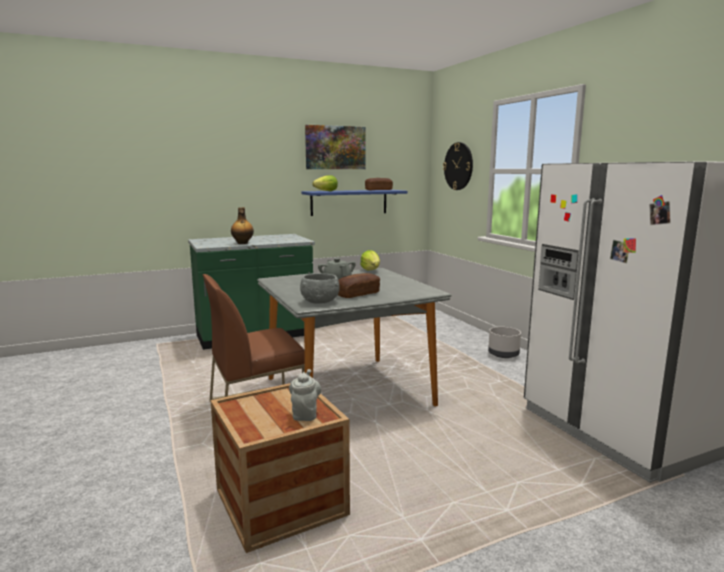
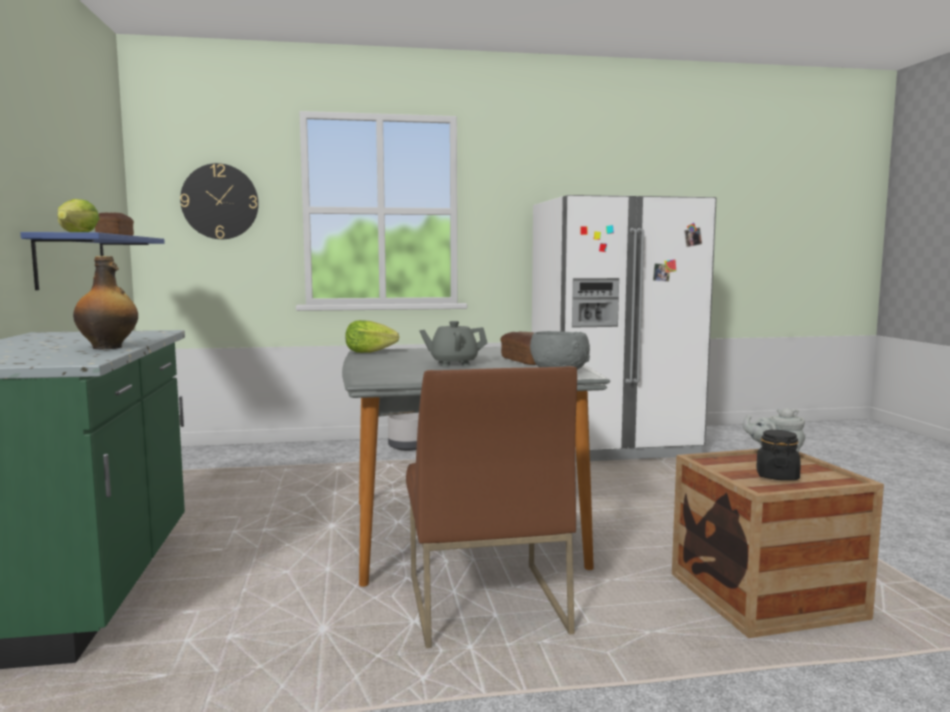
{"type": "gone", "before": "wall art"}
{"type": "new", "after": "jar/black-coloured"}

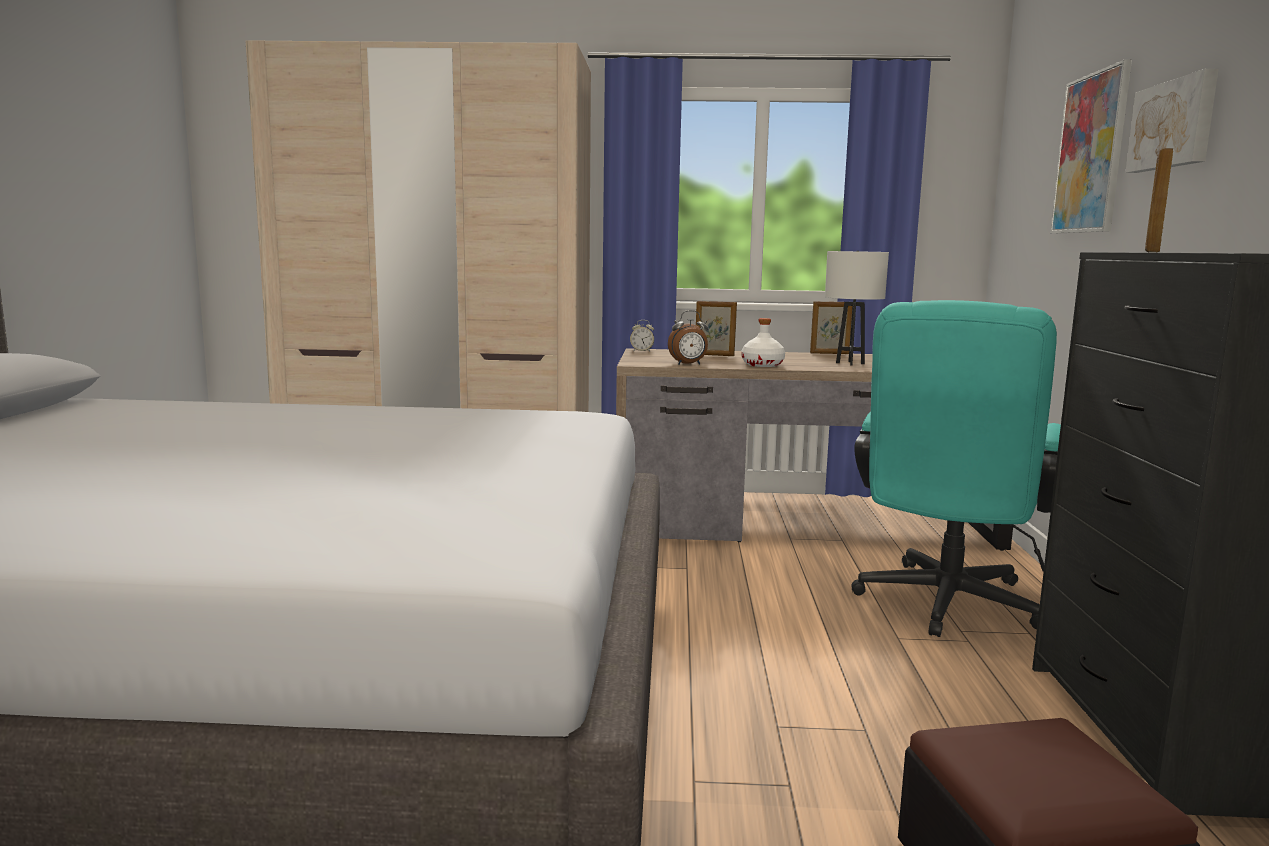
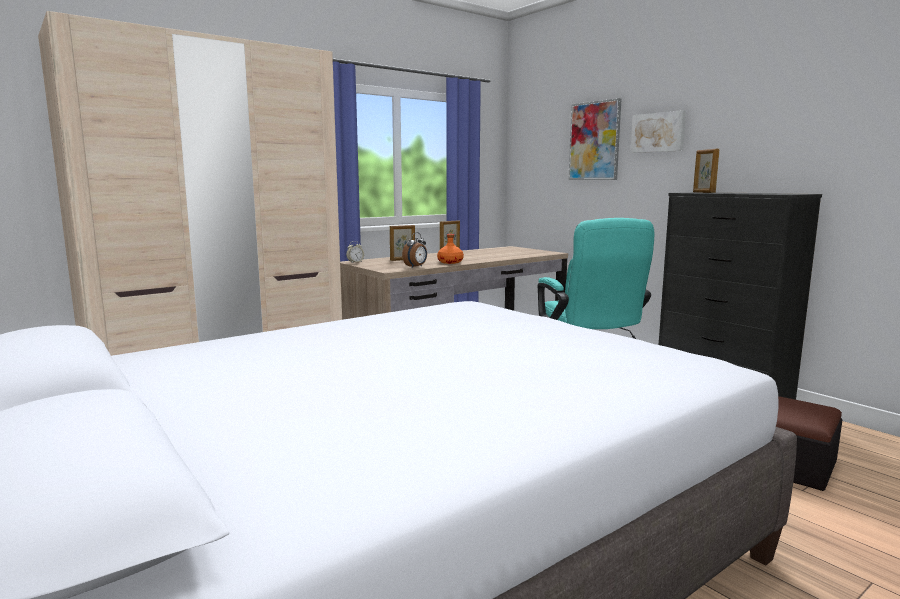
{"type": "gone", "before": "lamp for a table/white-coloured"}
{"type": "repainted", "before": "drink bottle/white-coloured", "after": "drink bottle/orange"}

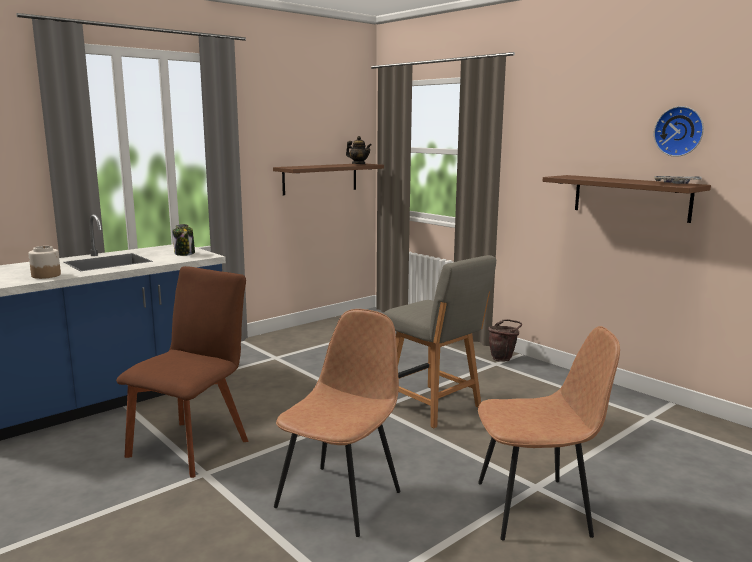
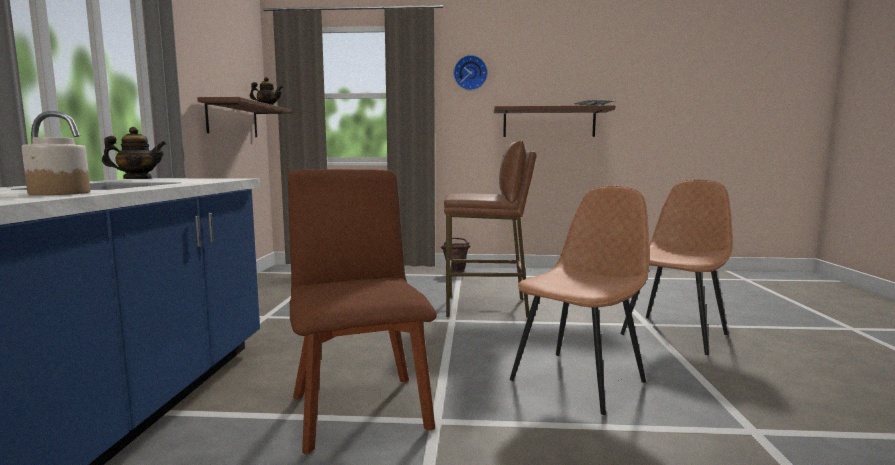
{"type": "shifted", "before": "hanging clock"}
{"type": "gone", "before": "jar (no. 2 from left)"}
{"type": "swapped", "before": "upright chair/grey", "after": "stool seat/brownish"}
{"type": "rotated", "before": "upright chair/brownish (no. 2 from left)", "turn": 60}
{"type": "new", "after": "teapot (no. 1 from left)"}

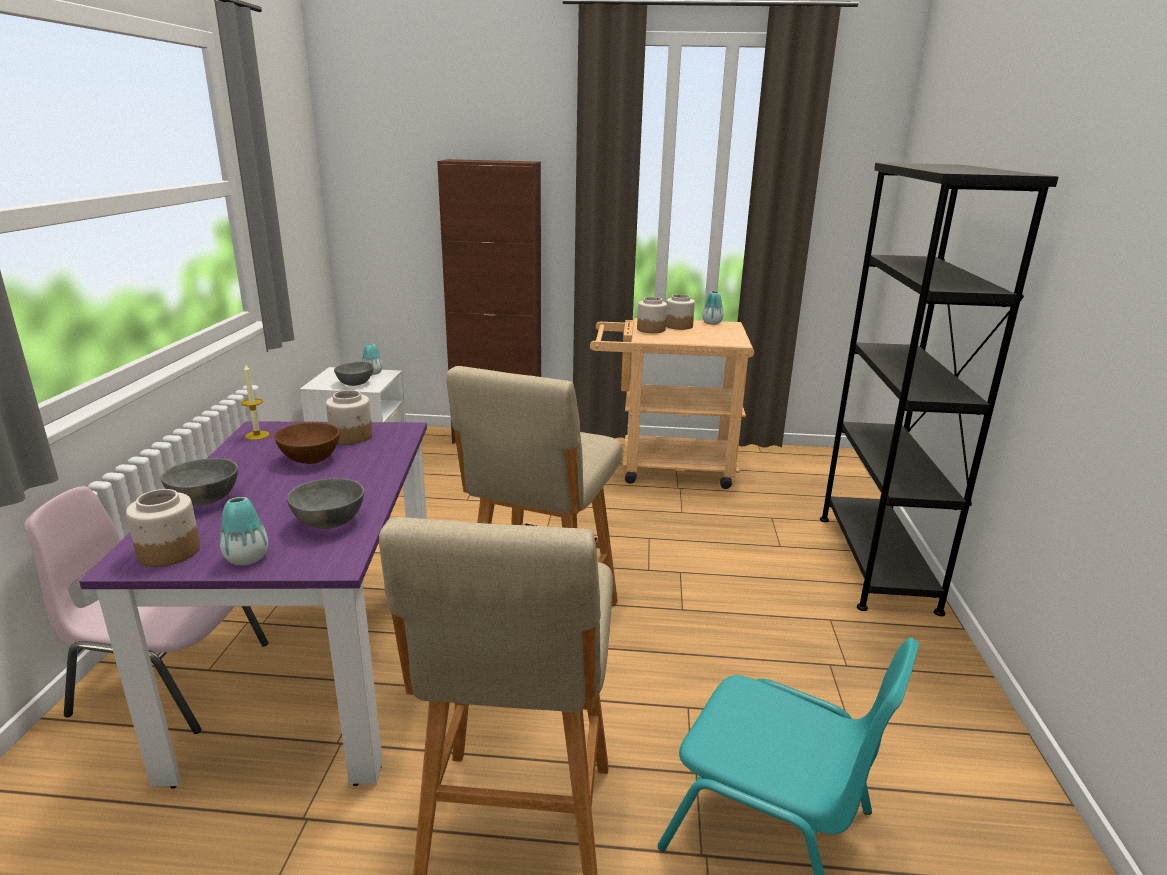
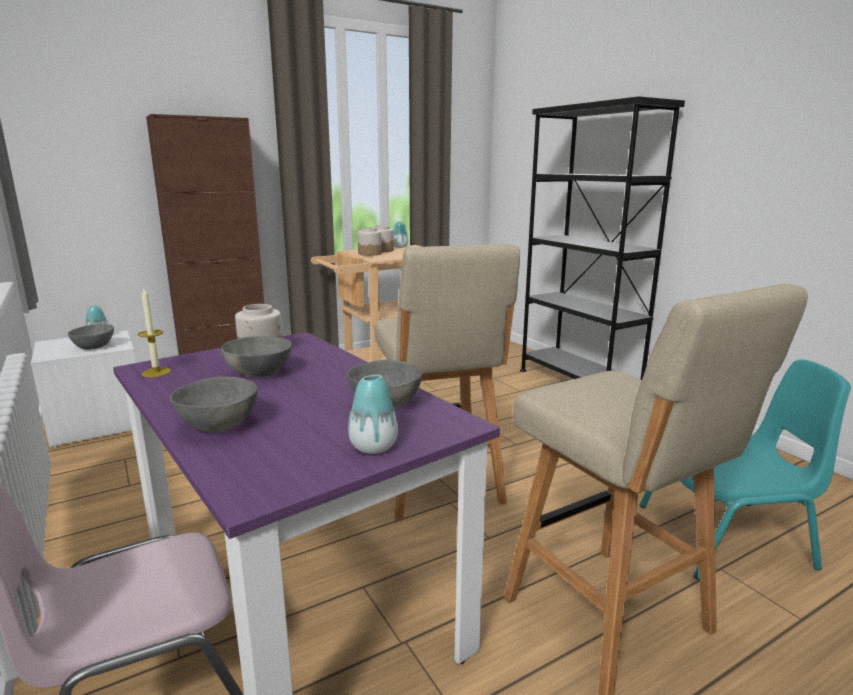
{"type": "repainted", "before": "serving bowl/brownish", "after": "serving bowl/grey (no. 3 from left)"}
{"type": "gone", "before": "jar (no. 1 from left)"}

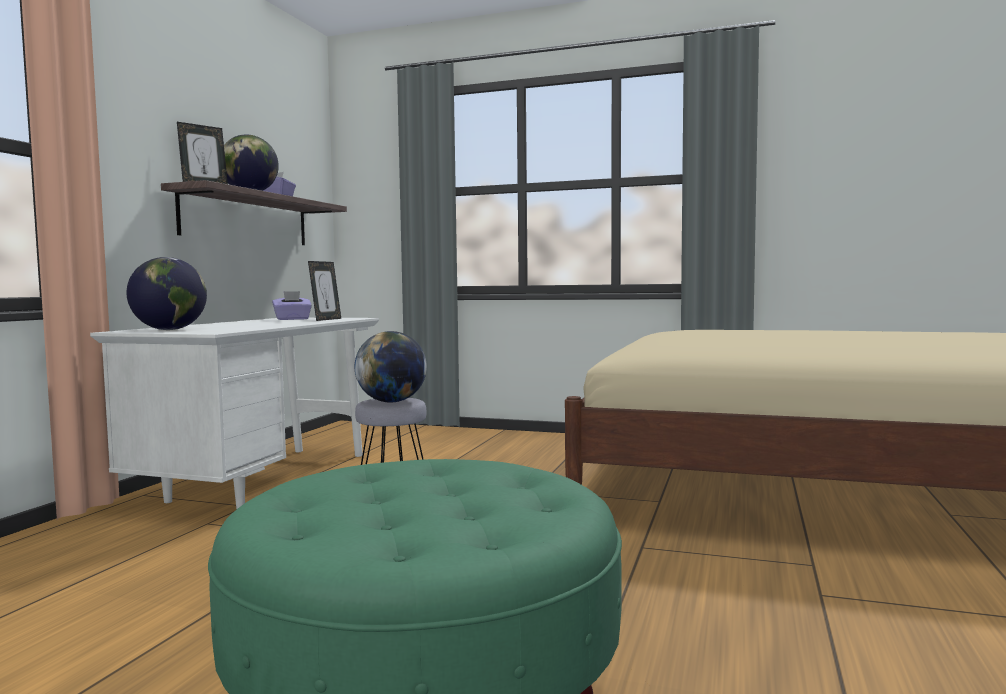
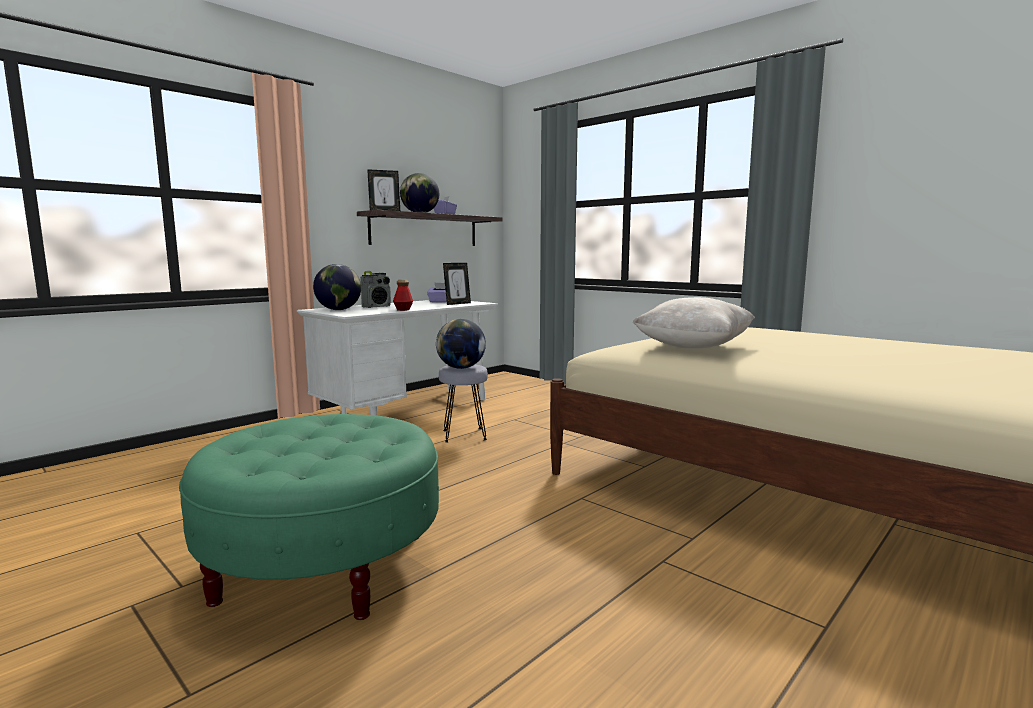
{"type": "new", "after": "radio set"}
{"type": "new", "after": "drink bottle"}
{"type": "new", "after": "cushion/beige"}

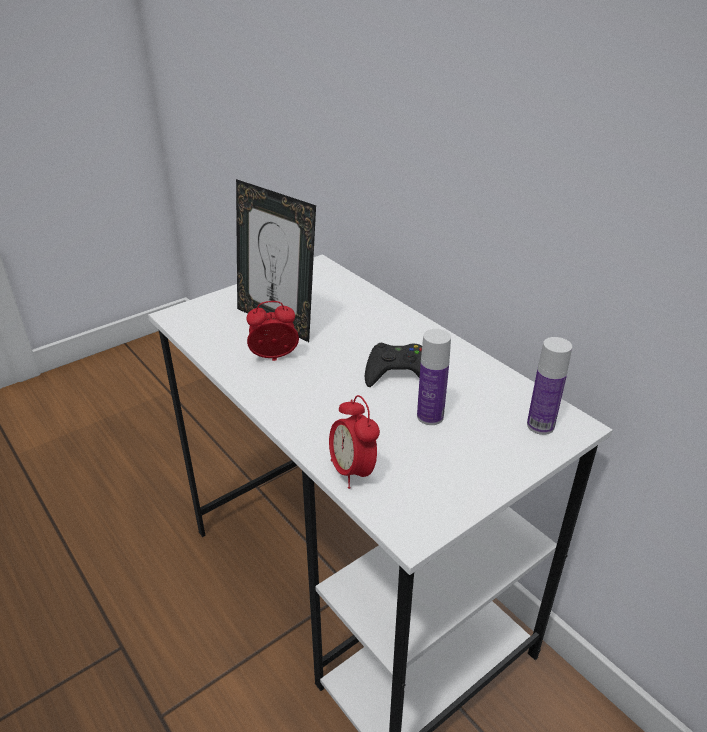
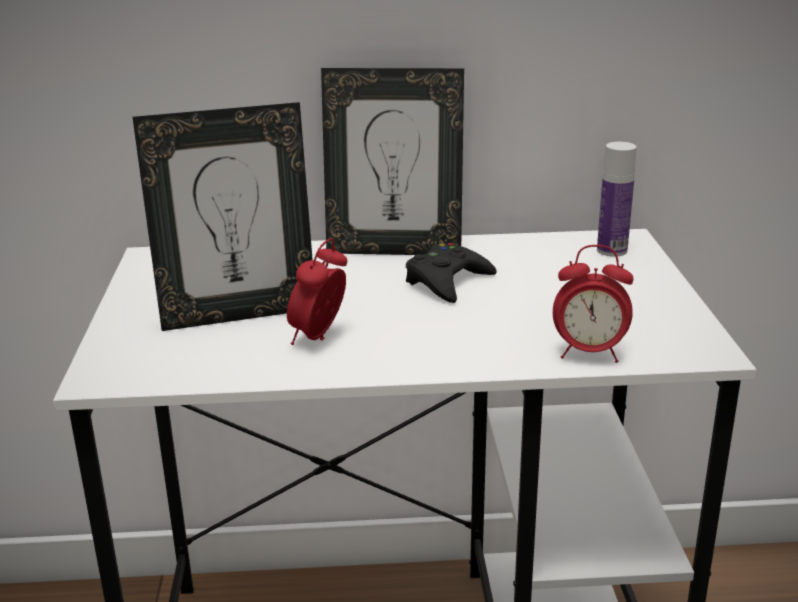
{"type": "gone", "before": "drink bottle (no. 1 from left)"}
{"type": "new", "after": "photo frame (no. 2 from left)"}

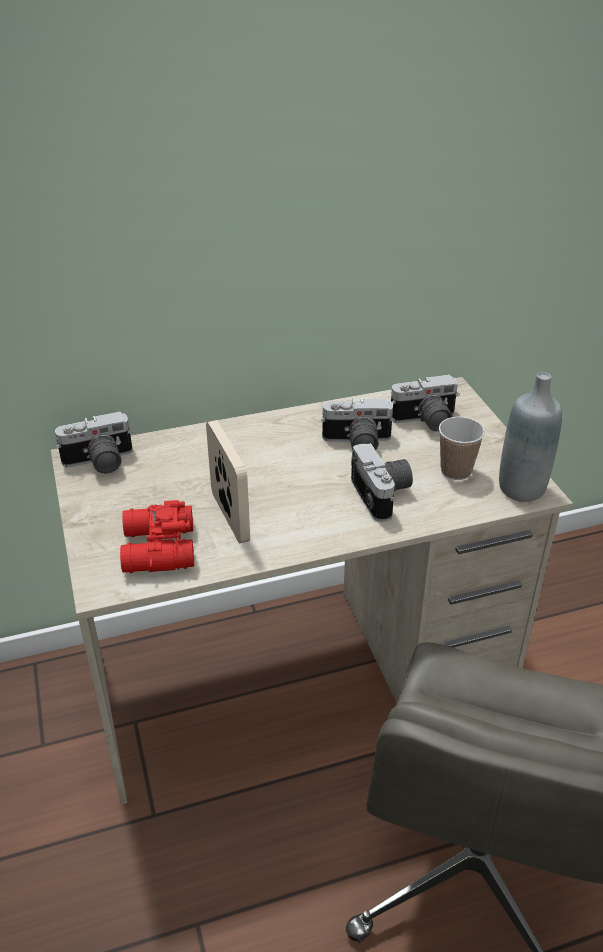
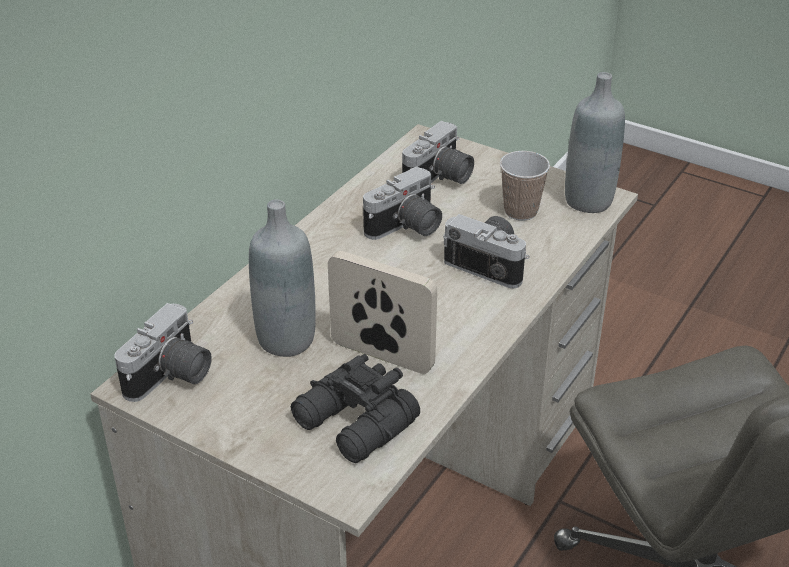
{"type": "repainted", "before": "pair of binoculars/red", "after": "pair of binoculars/black-coloured"}
{"type": "new", "after": "drink bottle/grey (no. 1 from left)"}

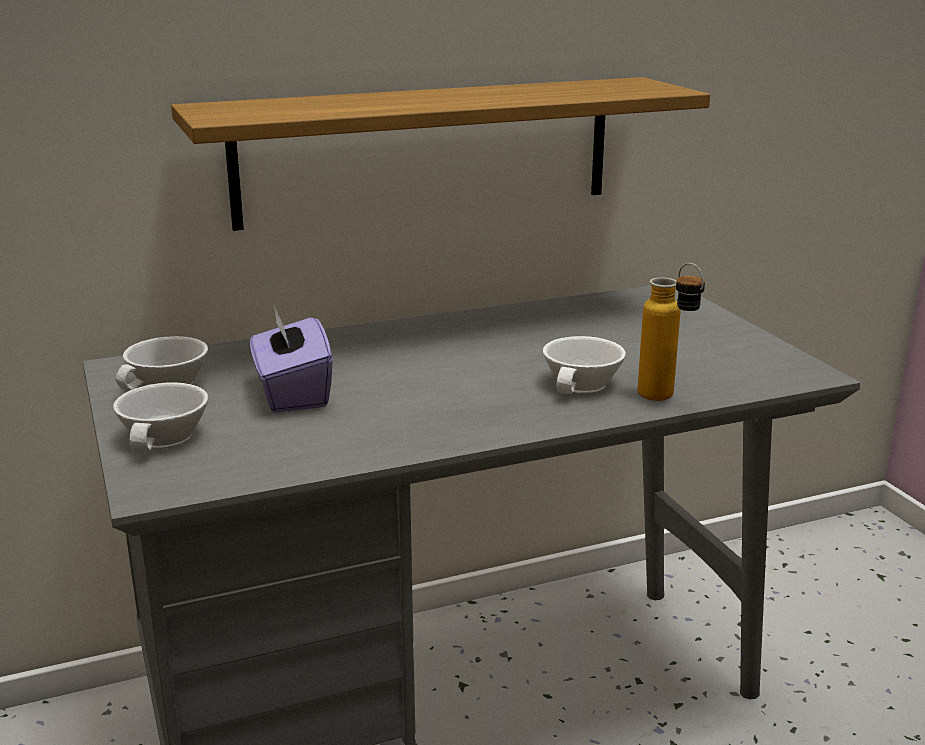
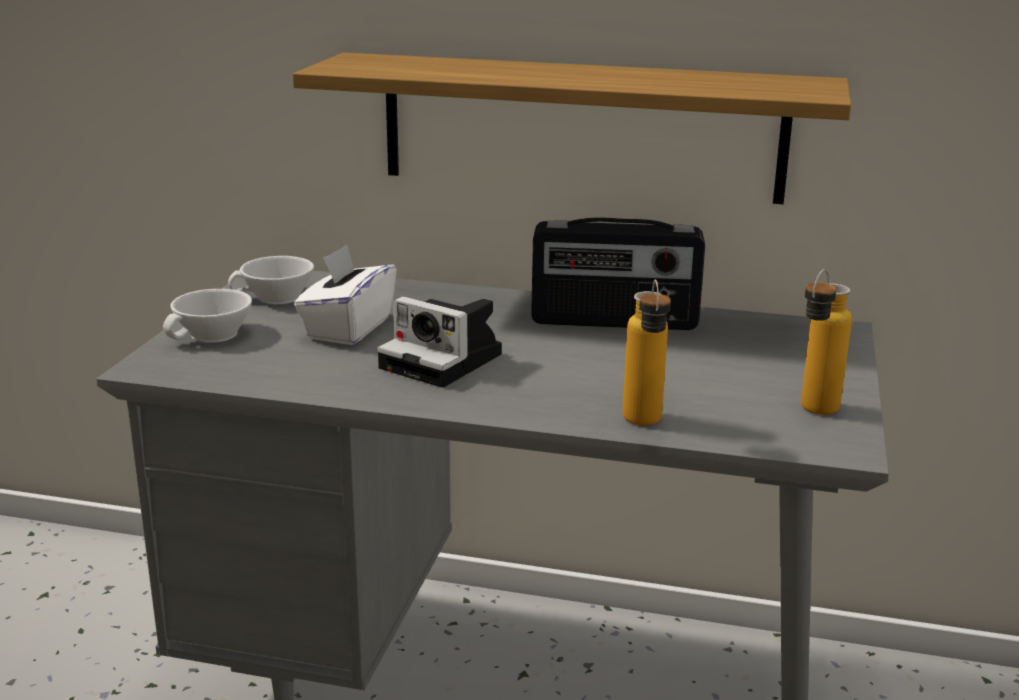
{"type": "repainted", "before": "box of tissues/purple-coloured", "after": "box of tissues/white-coloured"}
{"type": "gone", "before": "small cup/white-coloured (no. 3 from left)"}
{"type": "new", "after": "radio set"}
{"type": "new", "after": "drink bottle (no. 2 from left)"}
{"type": "new", "after": "still camera"}

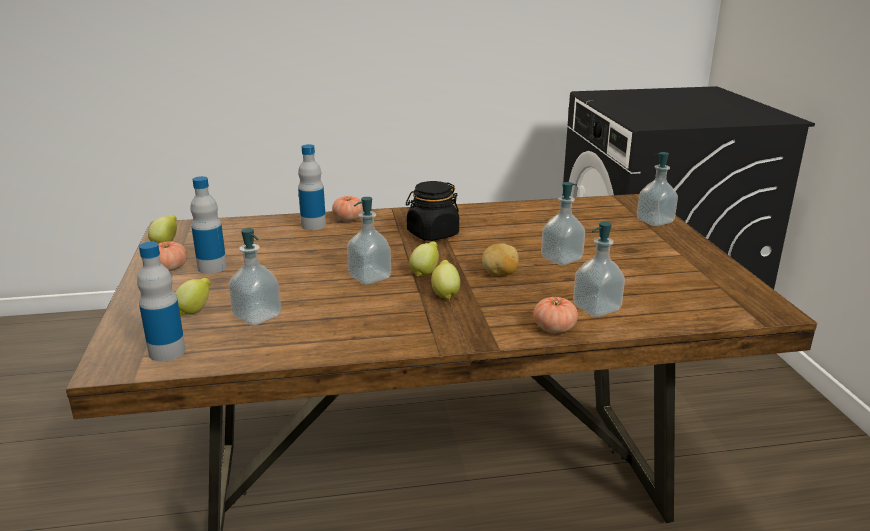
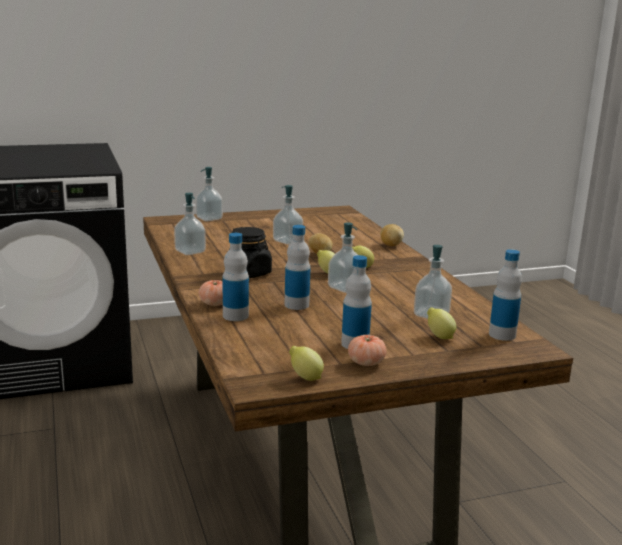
{"type": "shifted", "before": "soap dispenser (no. 4 from left in the first image)", "after": "soap dispenser (no. 1 from left)"}
{"type": "swapped", "before": "fresh tomato (no. 3 from left)", "after": "spud (no. 2 from left)"}
{"type": "new", "after": "drink bottle (no. 2 from left)"}

